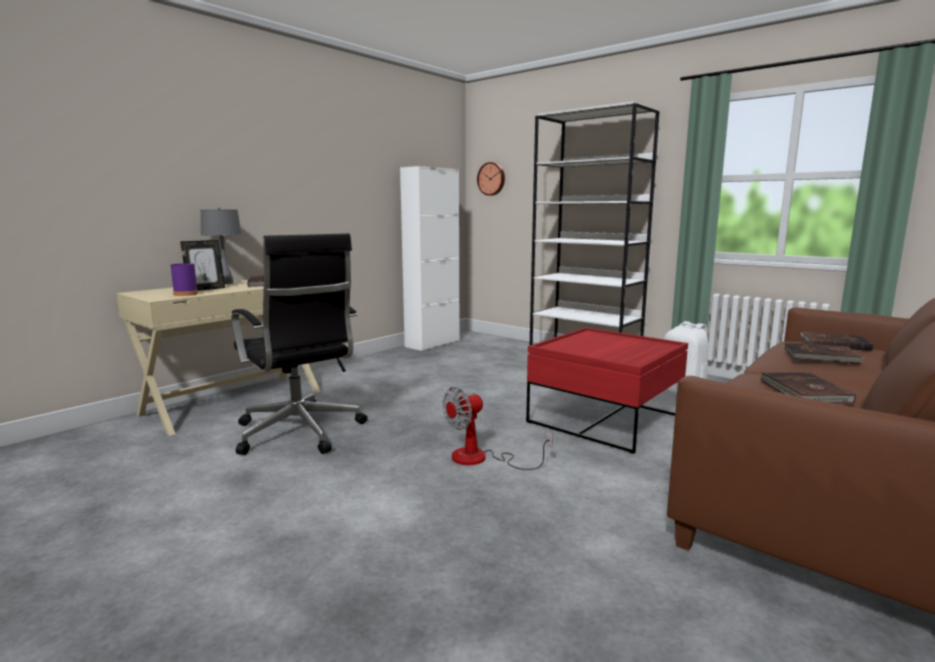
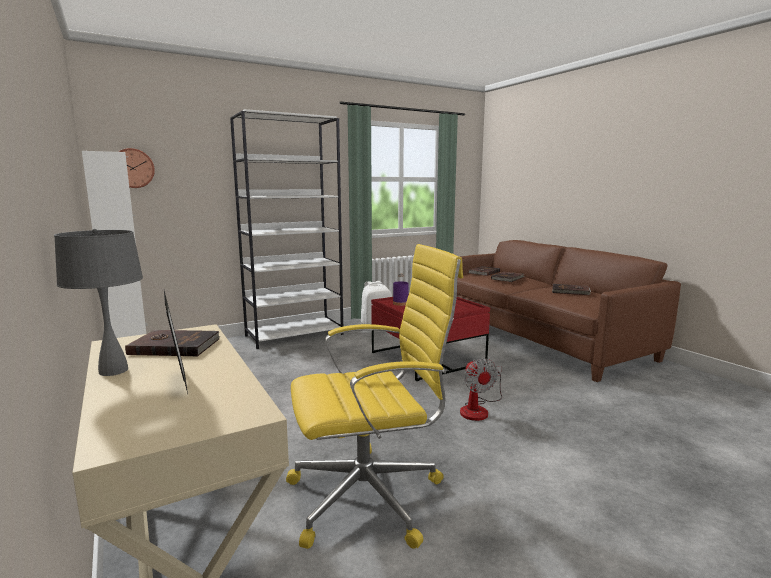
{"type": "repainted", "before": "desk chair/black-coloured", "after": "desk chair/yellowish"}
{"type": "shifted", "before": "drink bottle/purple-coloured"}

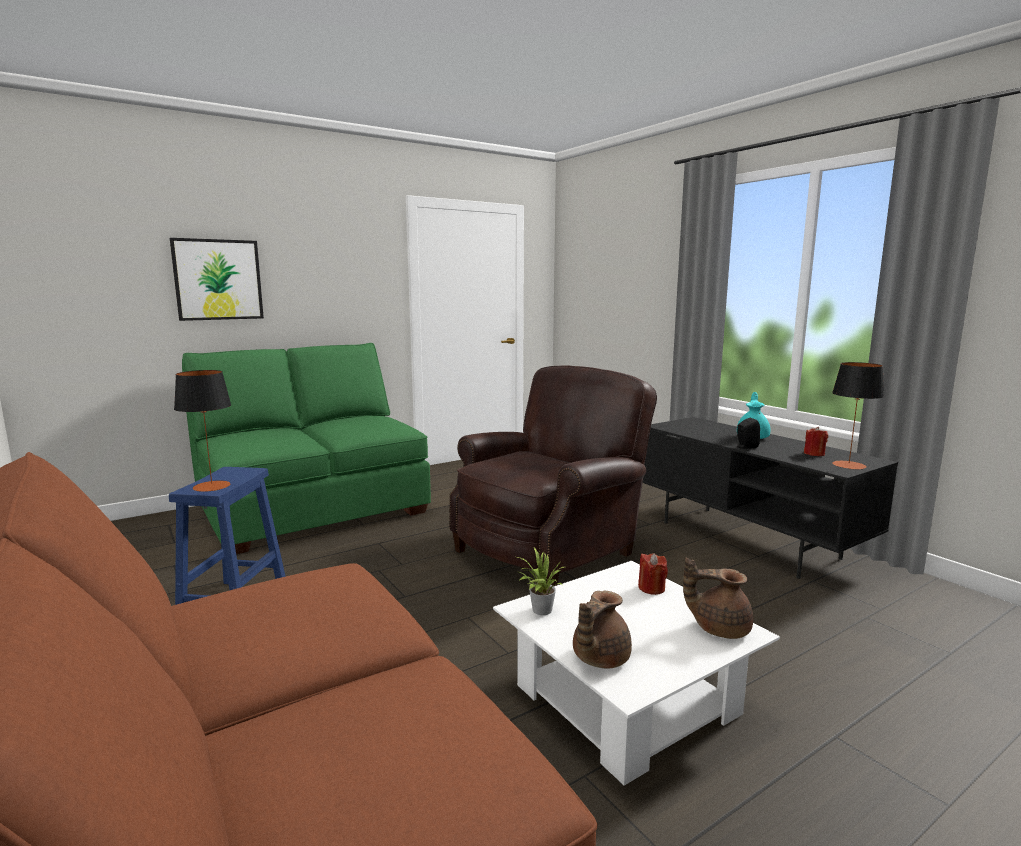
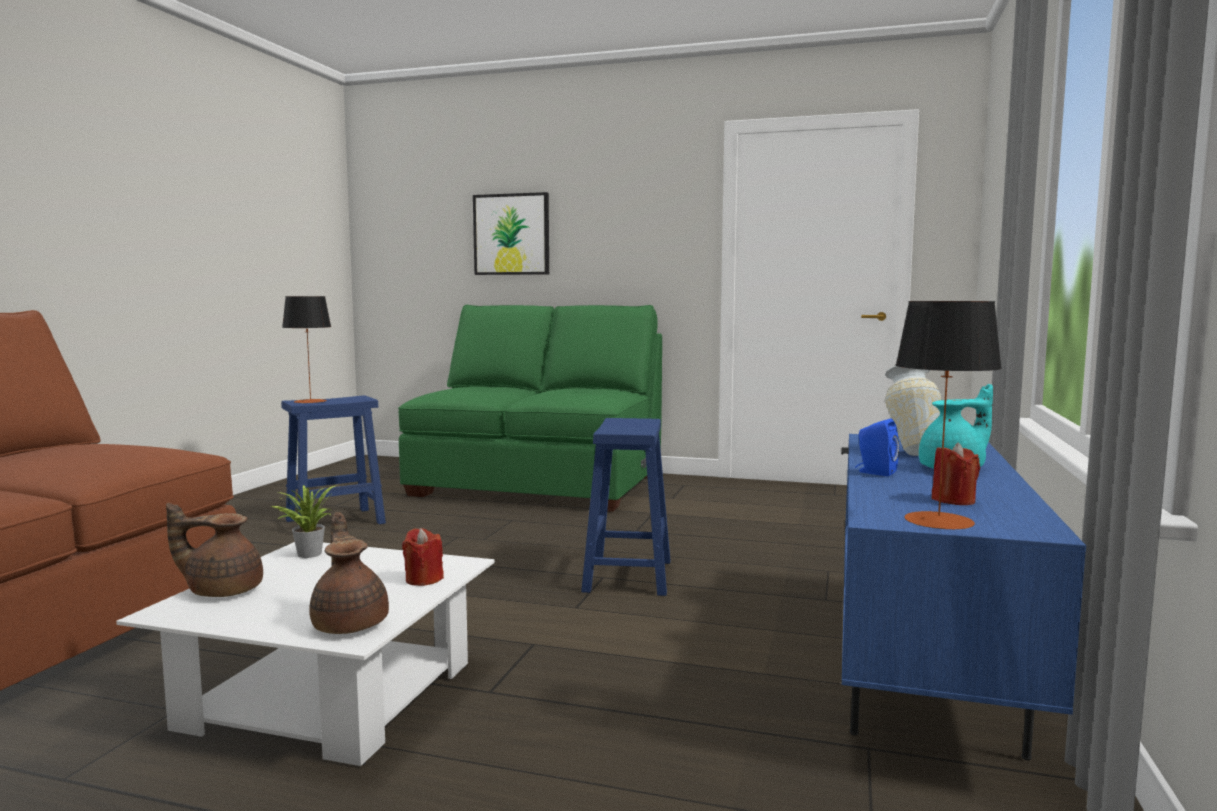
{"type": "swapped", "before": "armchair/brownish", "after": "stool seat/blue-coloured (no. 2 from left)"}
{"type": "repainted", "before": "tv stand/black-coloured", "after": "tv stand/blue-coloured"}
{"type": "repainted", "before": "loudspeaker/black-coloured", "after": "loudspeaker/blue-coloured"}
{"type": "new", "after": "decorative vase"}

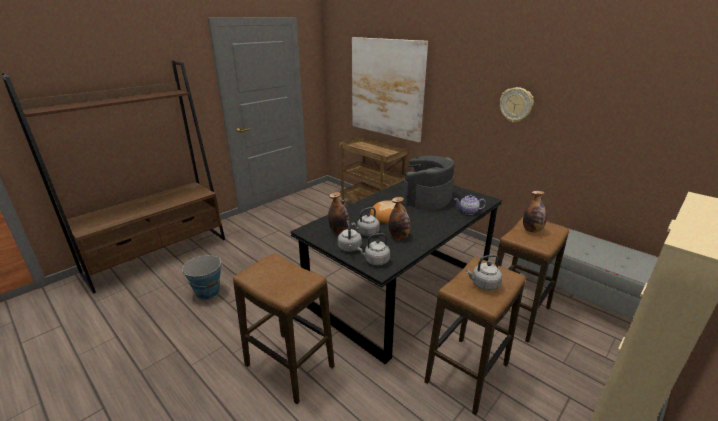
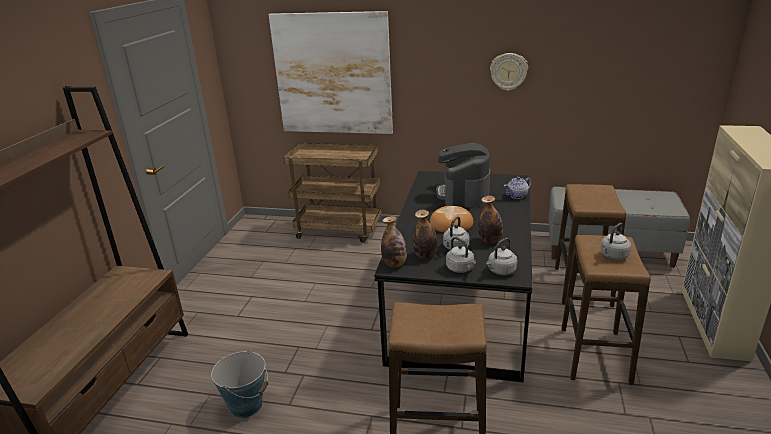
{"type": "shifted", "before": "drink bottle (no. 3 from left in the first image)", "after": "drink bottle (no. 1 from left)"}

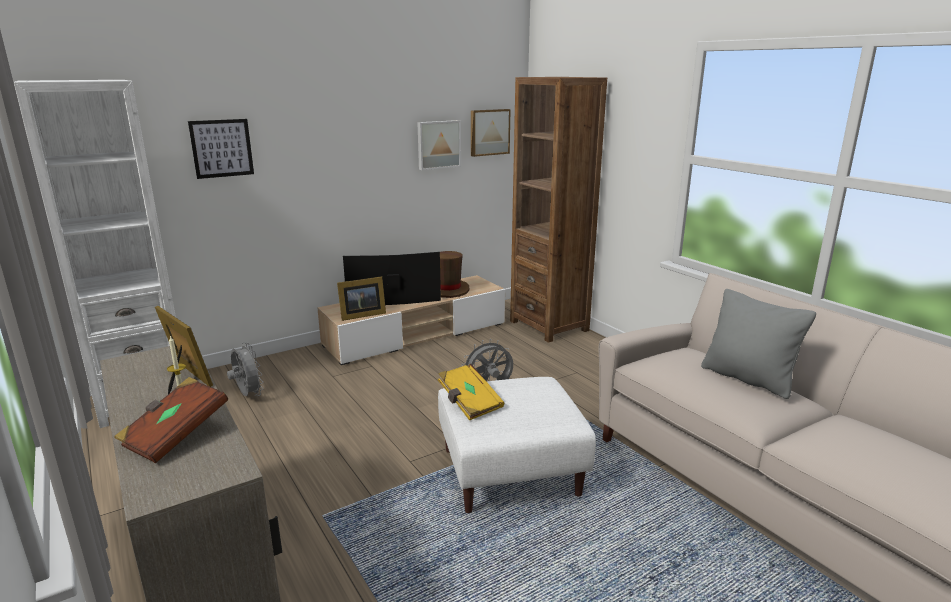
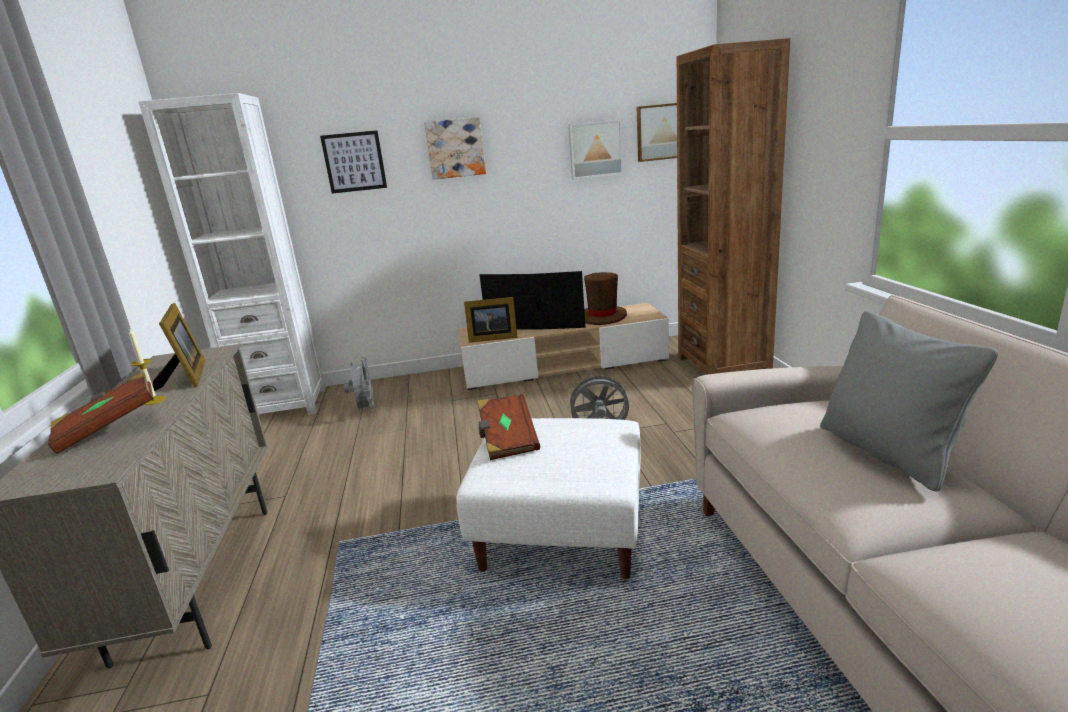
{"type": "repainted", "before": "volume/yellowish", "after": "volume/brownish (no. 2 from left)"}
{"type": "new", "after": "wall art (no. 2 from left)"}

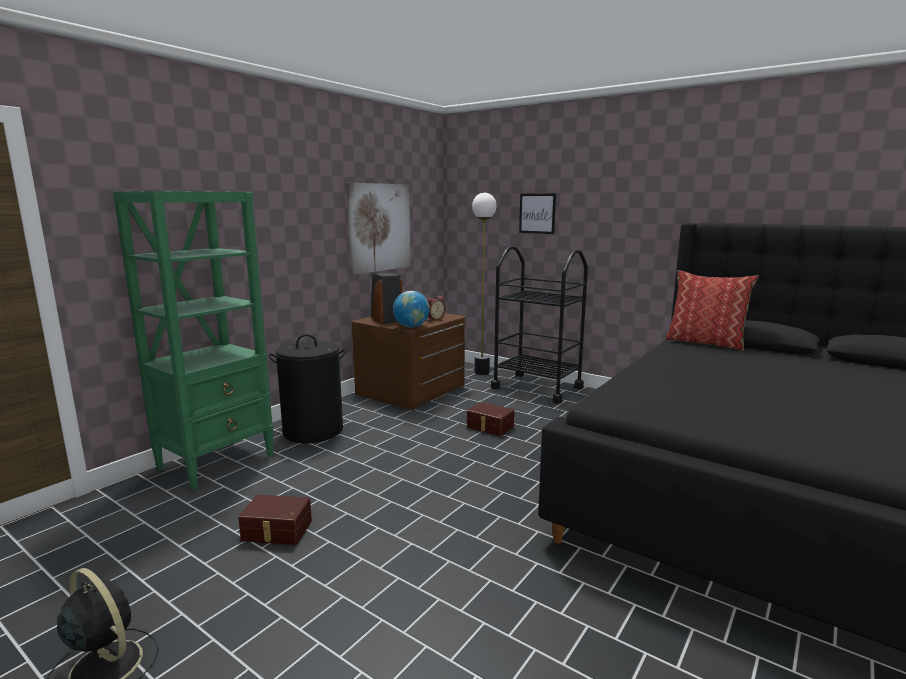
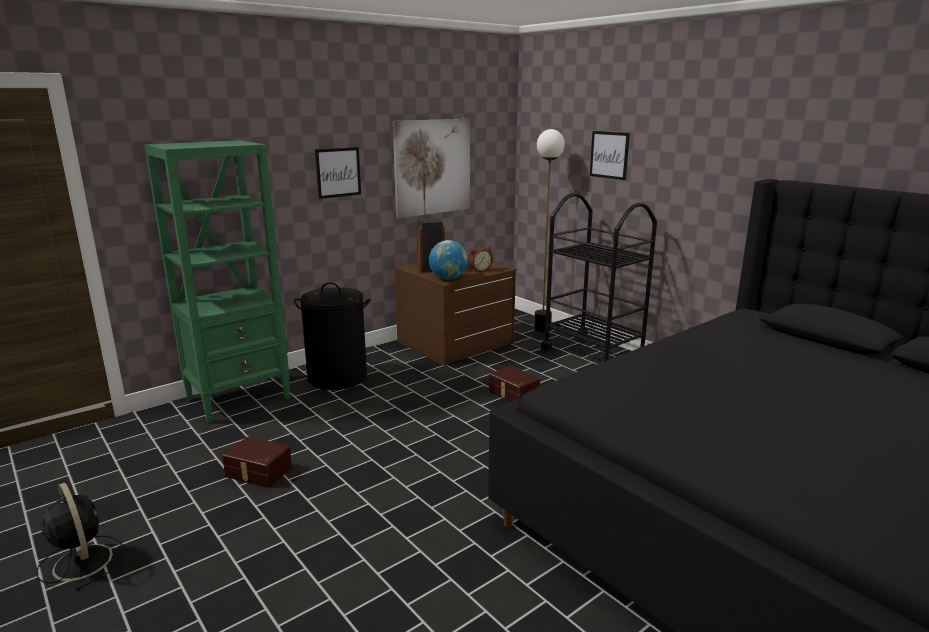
{"type": "gone", "before": "cushion"}
{"type": "new", "after": "wall art (no. 1 from left)"}

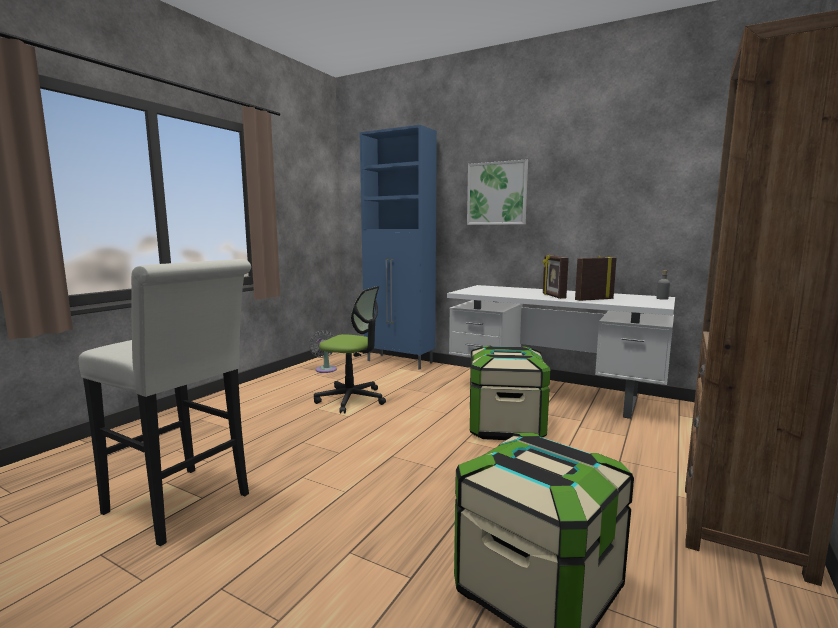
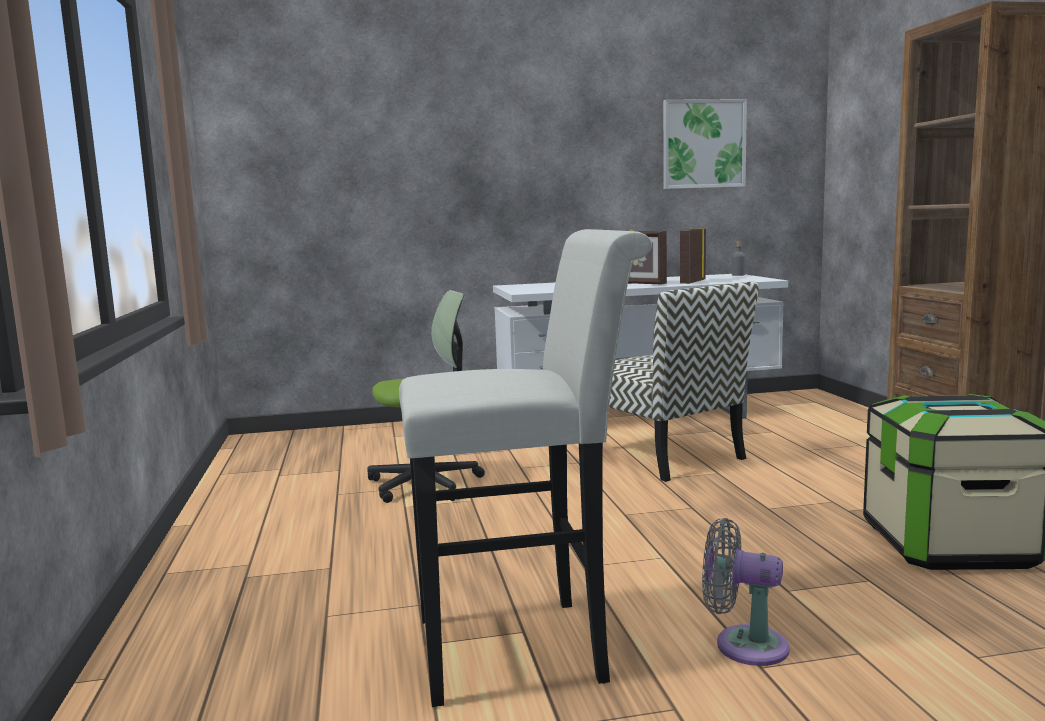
{"type": "gone", "before": "cupboard/blue-coloured"}
{"type": "shifted", "before": "wall art"}
{"type": "shifted", "before": "cooling fan/grey"}
{"type": "swapped", "before": "storage box (no. 1 from left)", "after": "upright chair"}

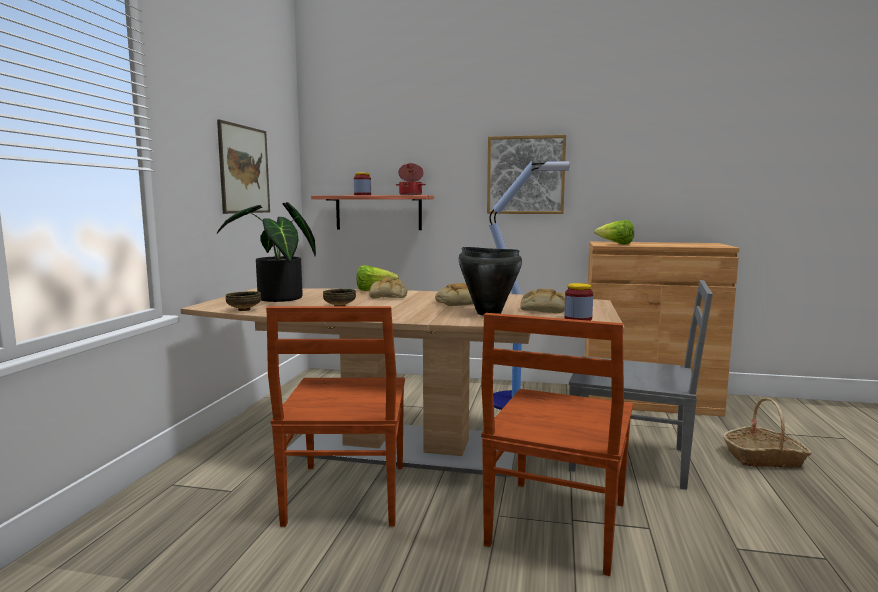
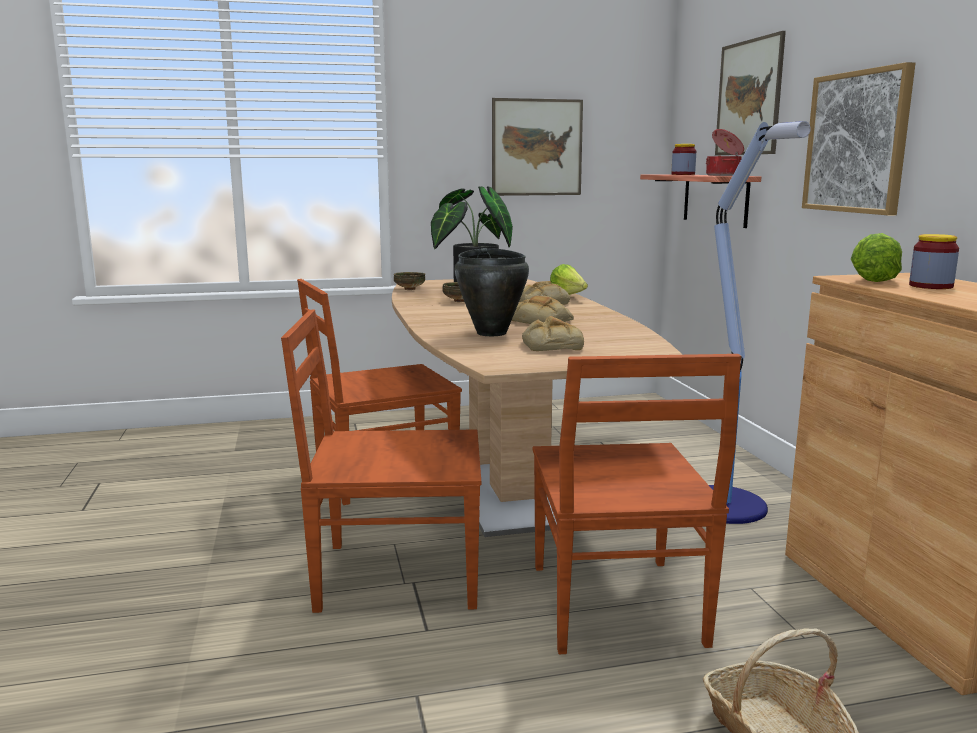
{"type": "repainted", "before": "upright chair/grey", "after": "upright chair/brownish (no. 3 from left)"}
{"type": "shifted", "before": "jar (no. 2 from left)"}
{"type": "new", "after": "wall art (no. 2 from left)"}

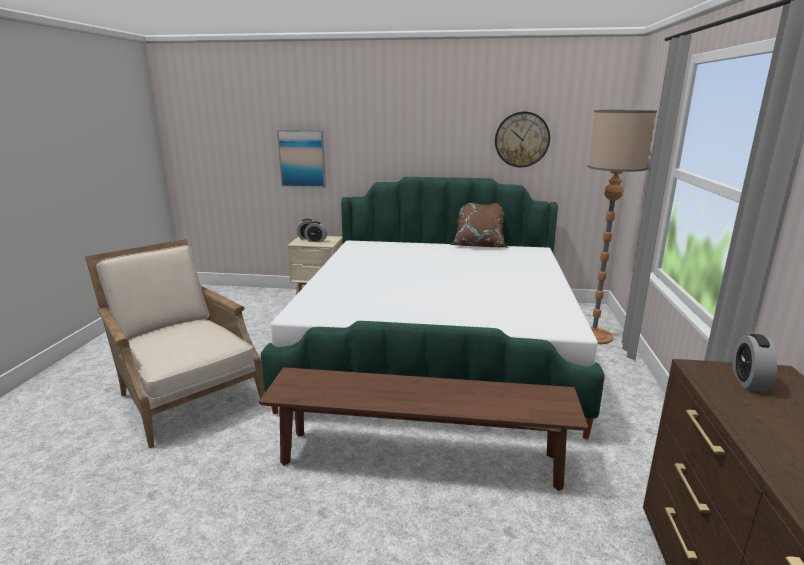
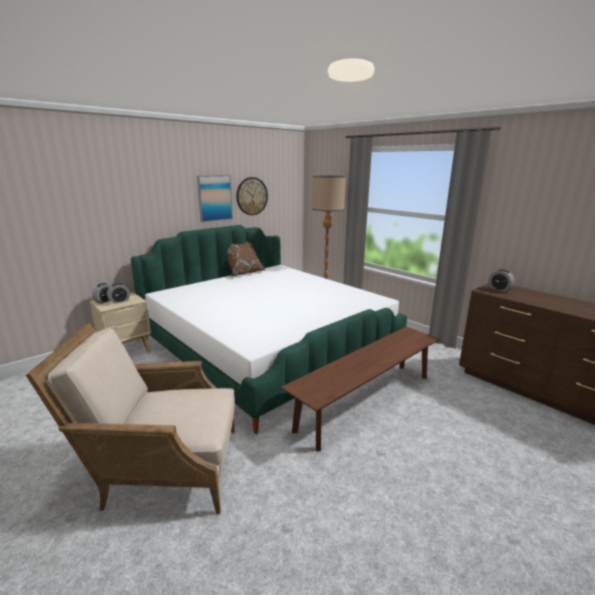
{"type": "shifted", "before": "wall art"}

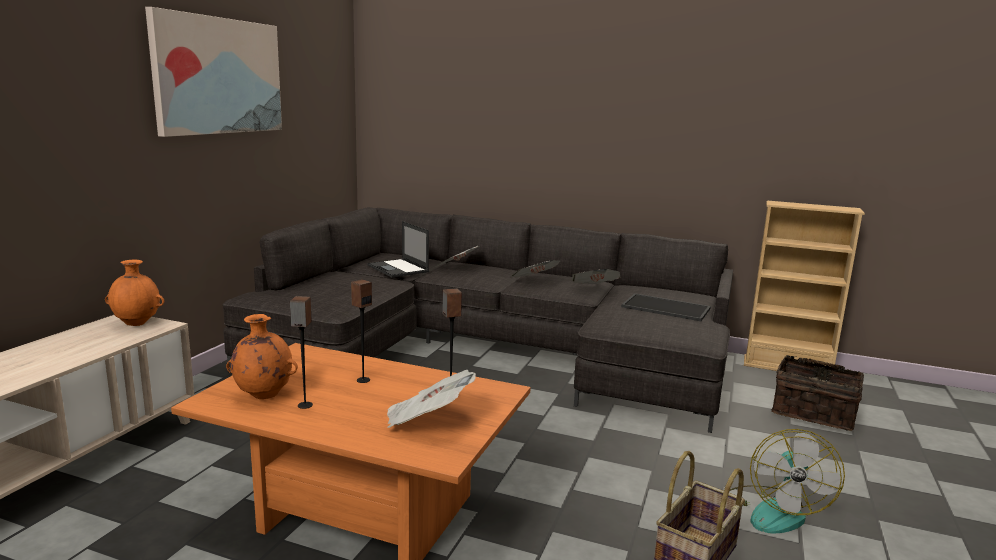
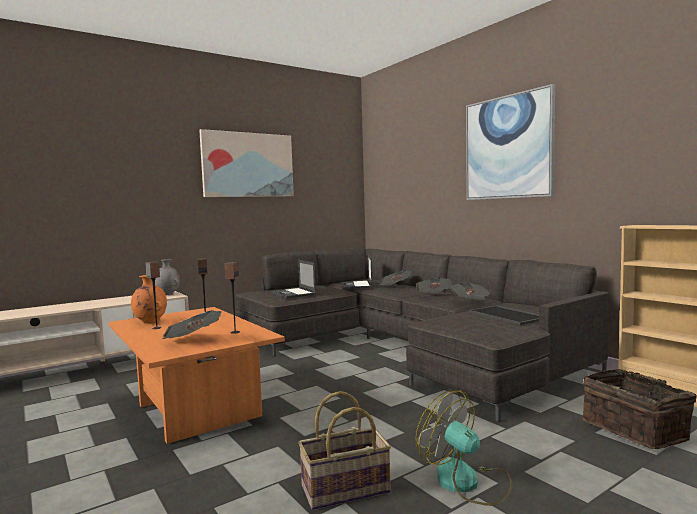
{"type": "repainted", "before": "decorative vase/orange (no. 1 from left)", "after": "decorative vase/grey"}
{"type": "rotated", "before": "cooling fan", "turn": 90}
{"type": "new", "after": "wall art (no. 2 from left)"}
{"type": "new", "after": "portable computer (no. 1 from left)"}

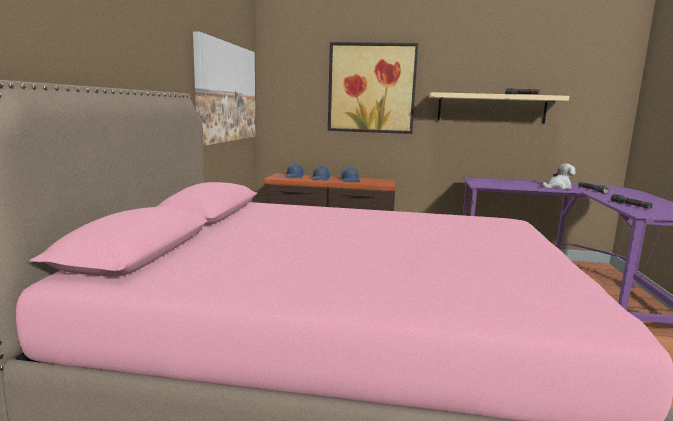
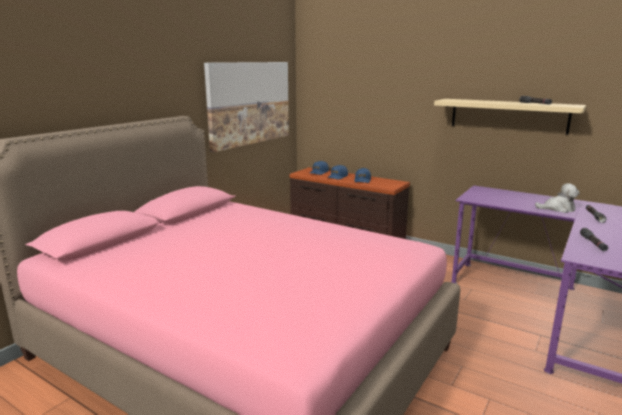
{"type": "gone", "before": "wall art (no. 2 from left)"}

